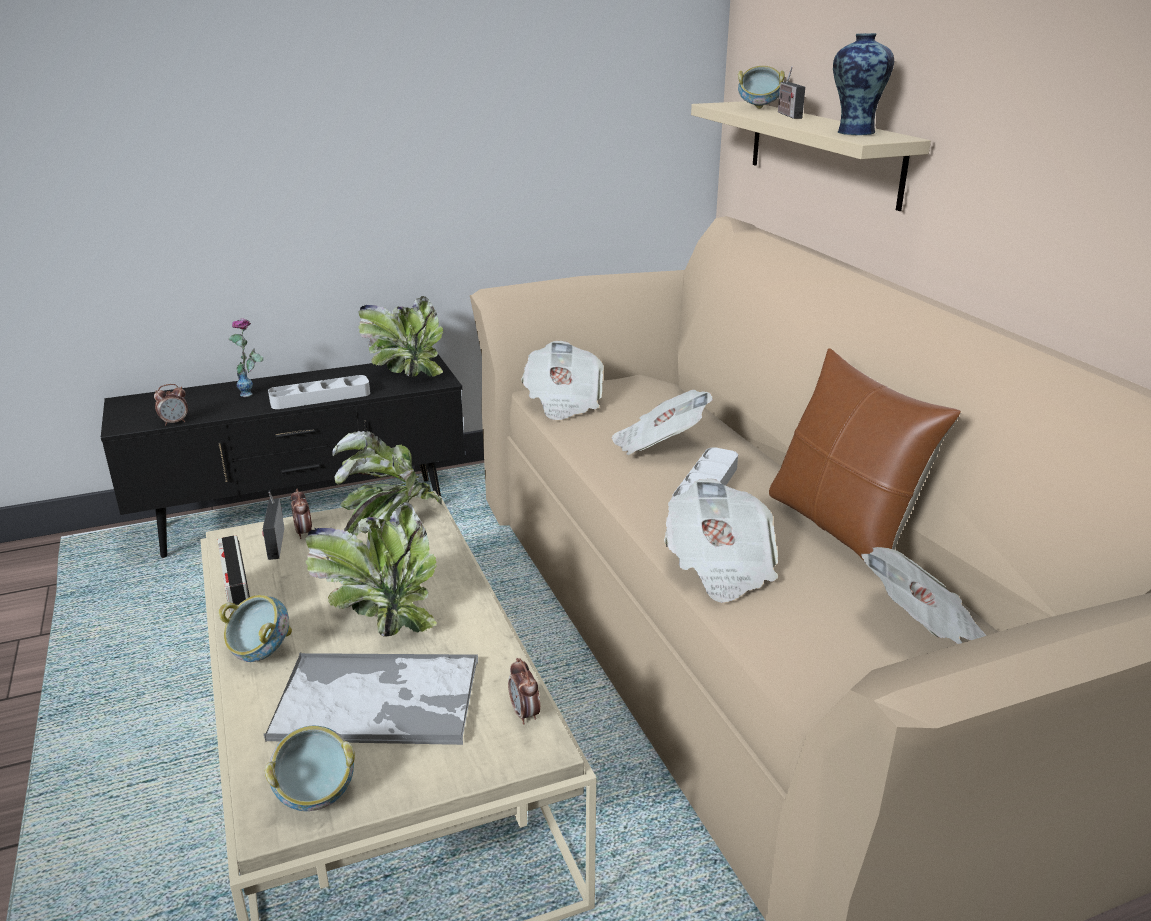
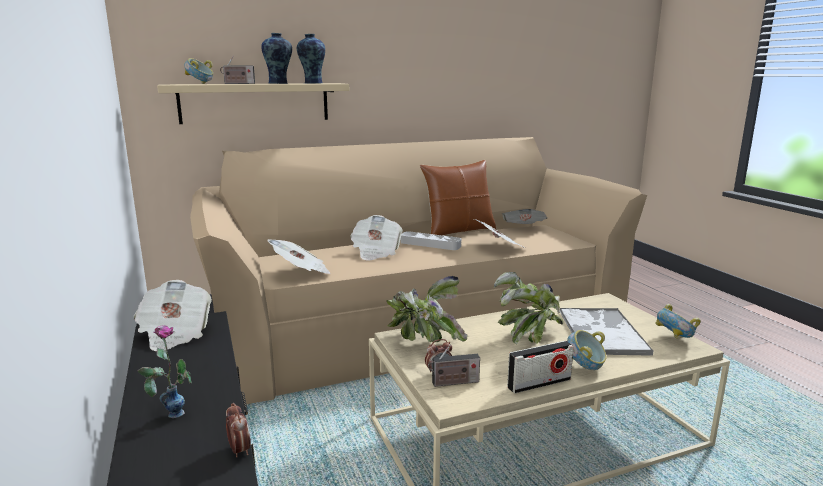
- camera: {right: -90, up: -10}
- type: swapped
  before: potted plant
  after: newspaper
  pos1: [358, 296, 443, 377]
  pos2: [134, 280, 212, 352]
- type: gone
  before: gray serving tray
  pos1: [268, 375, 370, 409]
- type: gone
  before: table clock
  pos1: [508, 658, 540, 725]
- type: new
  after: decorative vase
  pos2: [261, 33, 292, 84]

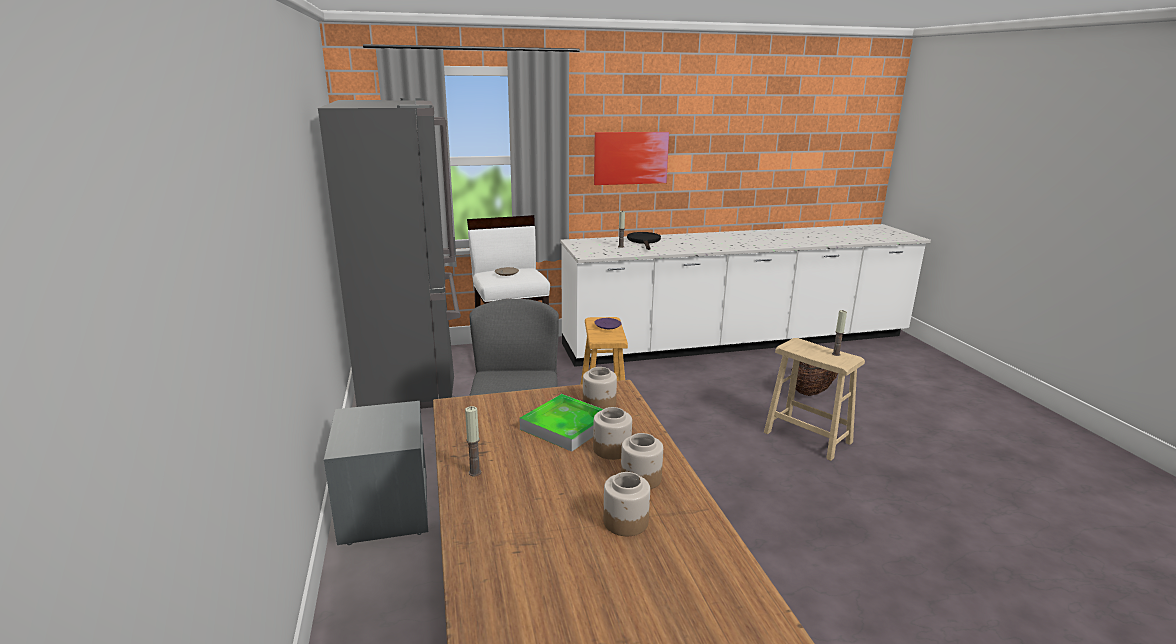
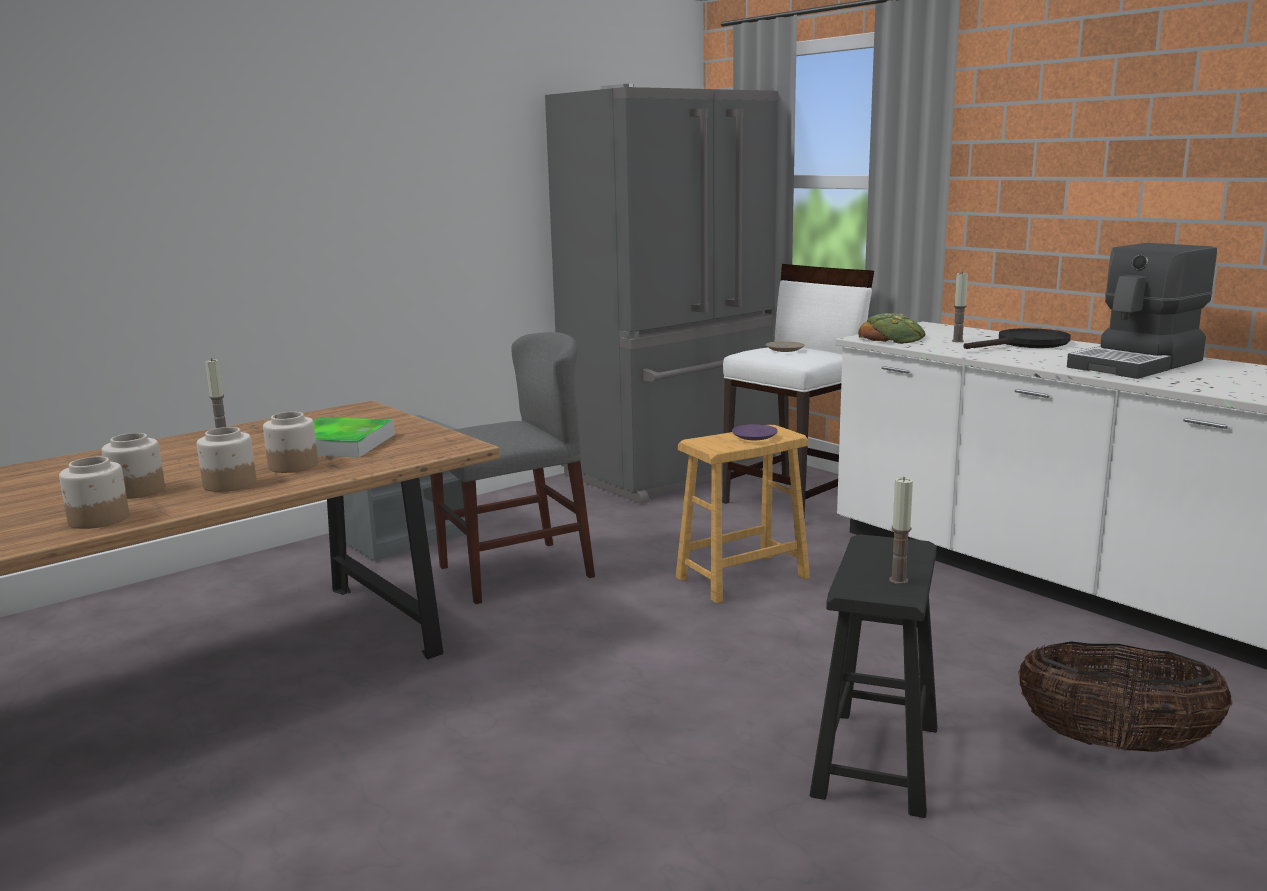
- camera: {right: 65, up: -5}
- type: gone
  before: wall art
  pos1: [594, 132, 669, 185]
- type: repainted
  before: beige stool
  after: blackish stool
  pos1: [764, 338, 865, 461]
  pos2: [809, 534, 938, 818]
- type: shifted
  before: jar
  pos1: [583, 367, 617, 409]
  pos2: [59, 457, 129, 529]
- type: new
  after: coffee maker
  pos2: [1067, 243, 1217, 379]
- type: new
  after: baked bread
  pos2: [858, 313, 926, 344]

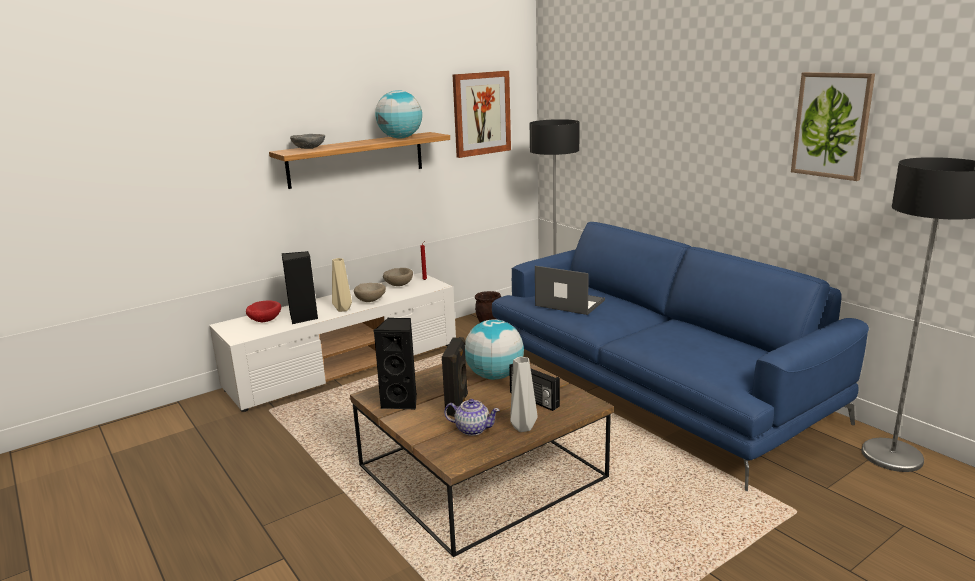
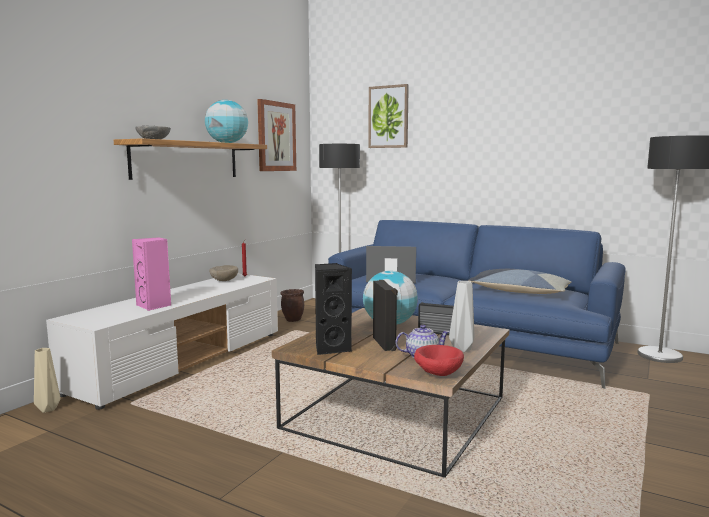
- camera: {right: -25, up: -10}
- type: shifted
  before: wall art
  pos1: [791, 72, 875, 181]
  pos2: [368, 84, 409, 148]
- type: repainted
  before: blackish audio speaker
  after: pinkish audio speaker
  pos1: [281, 251, 318, 324]
  pos2: [132, 237, 171, 311]
- type: shifted
  before: beige decorative vase
  pos1: [332, 258, 352, 312]
  pos2: [34, 348, 61, 413]
- type: gone
  before: beige serving bowl
  pos1: [354, 283, 386, 302]
- type: shifted
  before: red serving bowl
  pos1: [246, 301, 281, 322]
  pos2: [414, 345, 464, 376]
- type: new
  after: throw pillow
  pos2: [468, 269, 572, 294]

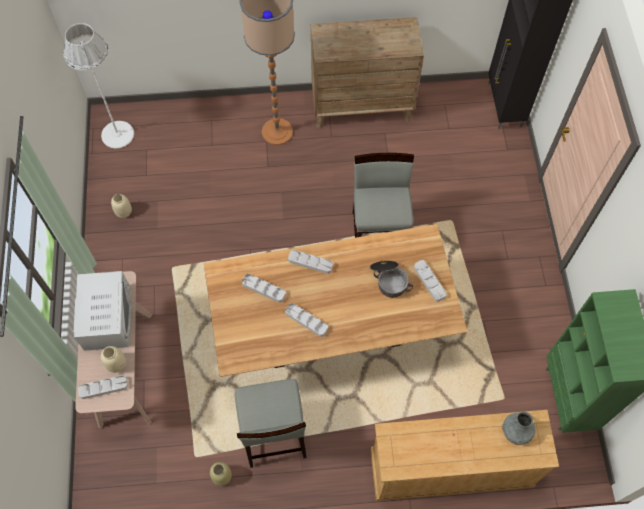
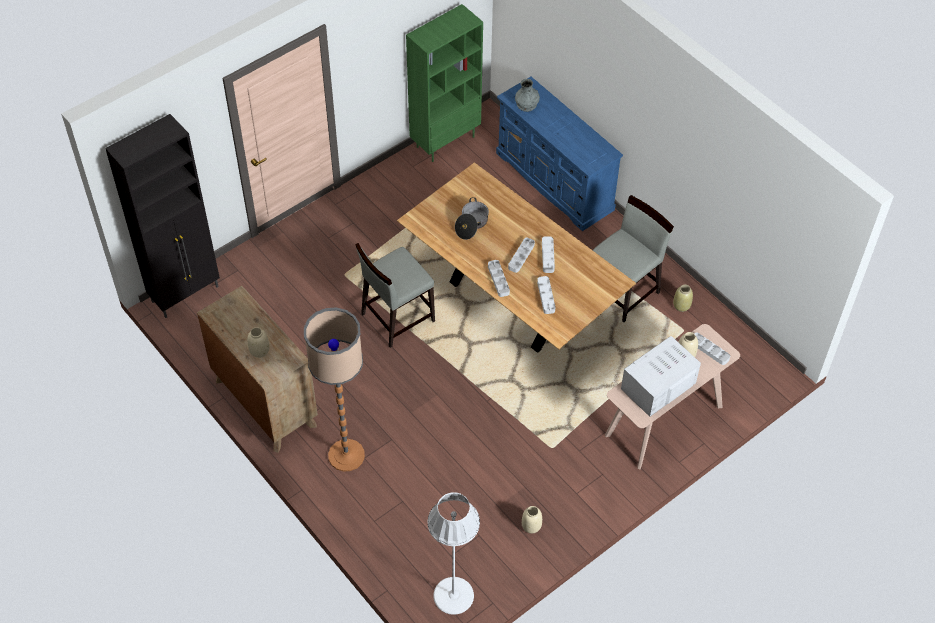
- camera: {right: -125, up: -10}
- type: shifted
  before: gray serving tray
  pos1: [414, 260, 446, 302]
  pos2: [508, 238, 535, 273]
- type: repainted
  before: beige dresser
  after: bluish dresser
  pos1: [370, 410, 559, 501]
  pos2: [496, 77, 623, 231]
- type: new
  after: beige decorative vase
  pos2: [247, 327, 269, 358]

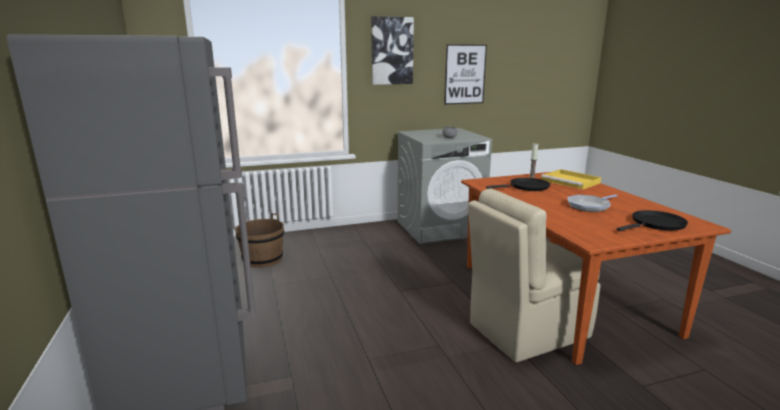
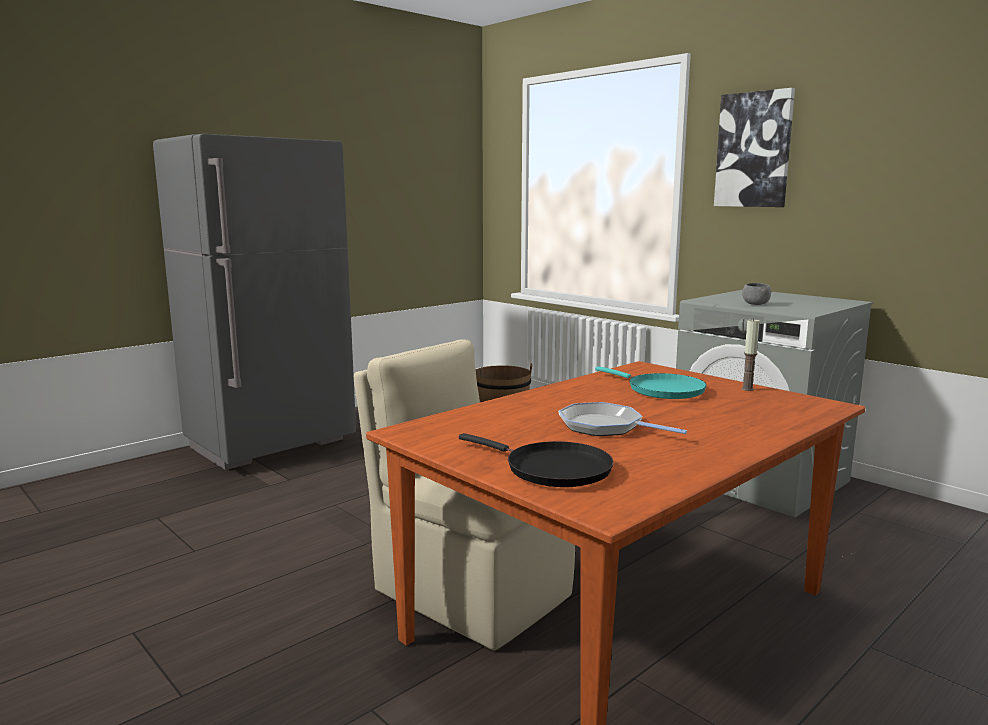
- camera: {right: 65, up: -5}
- type: gone
  before: wall art
  pos1: [444, 44, 487, 104]
- type: gone
  before: yellow-coloured serving tray
  pos1: [541, 169, 601, 190]
- type: repainted
  before: blackish pan
  after: turquoise-coloured pan
  pos1: [486, 178, 550, 191]
  pos2: [595, 366, 707, 399]

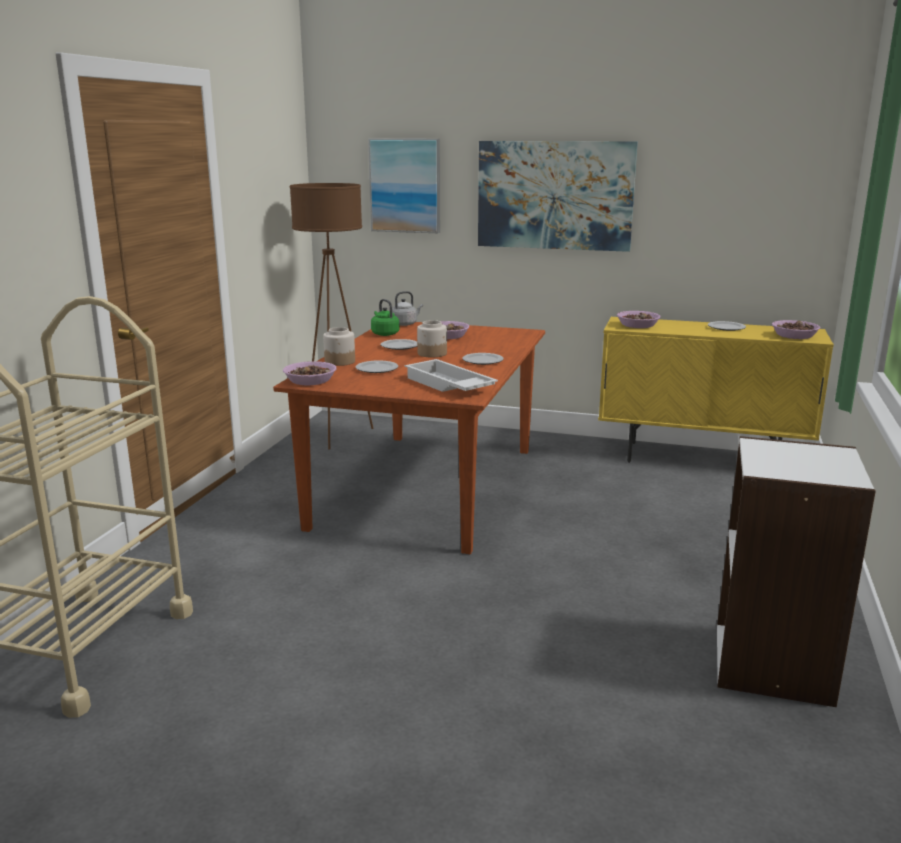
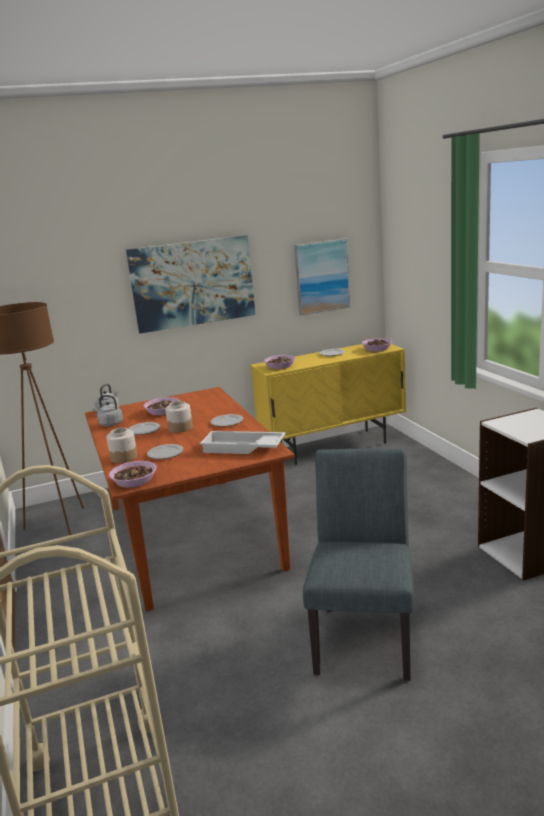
- camera: {right: -35, up: 0}
- type: shifted
  before: wall art
  pos1: [368, 138, 440, 233]
  pos2: [294, 238, 351, 315]
- type: repainted
  before: greenish water kettle
  after: gray water kettle
  pos1: [371, 299, 399, 336]
  pos2: [92, 395, 123, 426]
- type: new
  after: gray chair
  pos2: [303, 449, 414, 681]

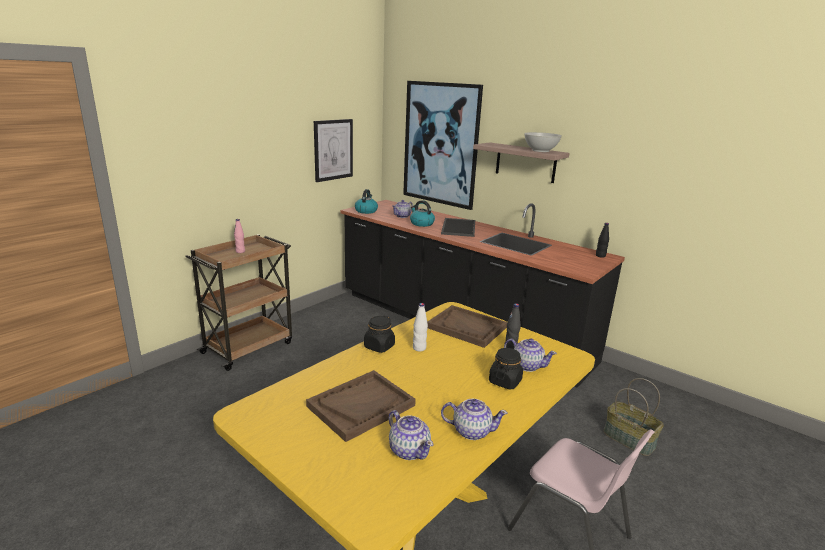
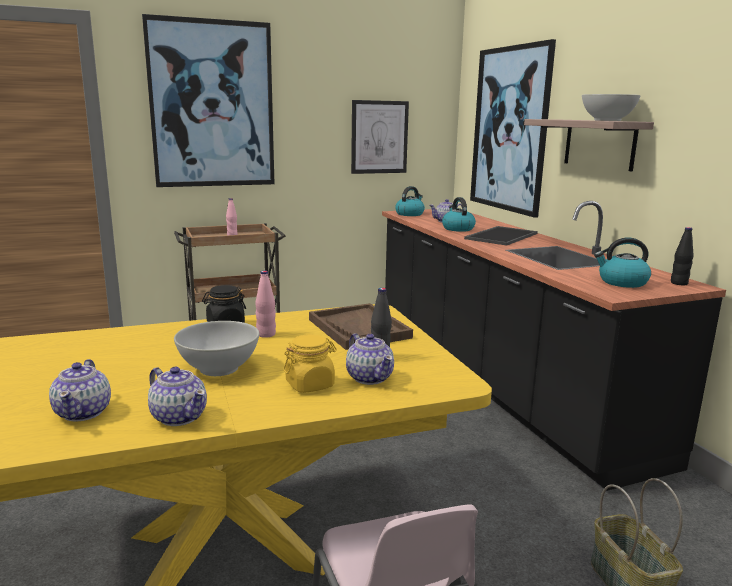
- camera: {right: 30, up: -5}
- type: repainted
  before: whitish bottle
  after: pinkish bottle
  pos1: [413, 303, 428, 351]
  pos2: [256, 271, 276, 338]
- type: repainted
  before: blackish jar
  after: yellow-coloured jar
  pos1: [489, 348, 523, 389]
  pos2: [283, 334, 337, 393]
- type: gone
  before: brownish serving tray
  pos1: [306, 370, 416, 442]
- type: new
  after: wall art
  pos2: [142, 14, 274, 187]
- type: new
  after: water kettle
  pos2: [594, 238, 651, 288]
- type: new
  after: whitish serving bowl
  pos2: [174, 321, 259, 376]

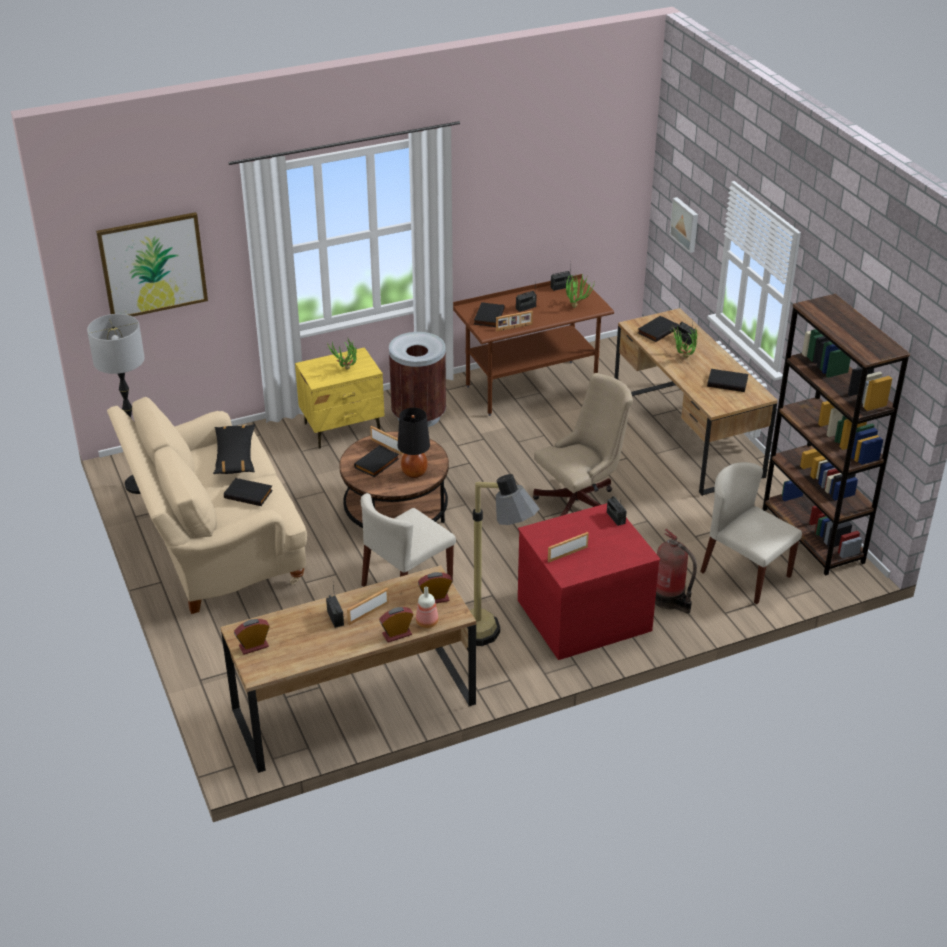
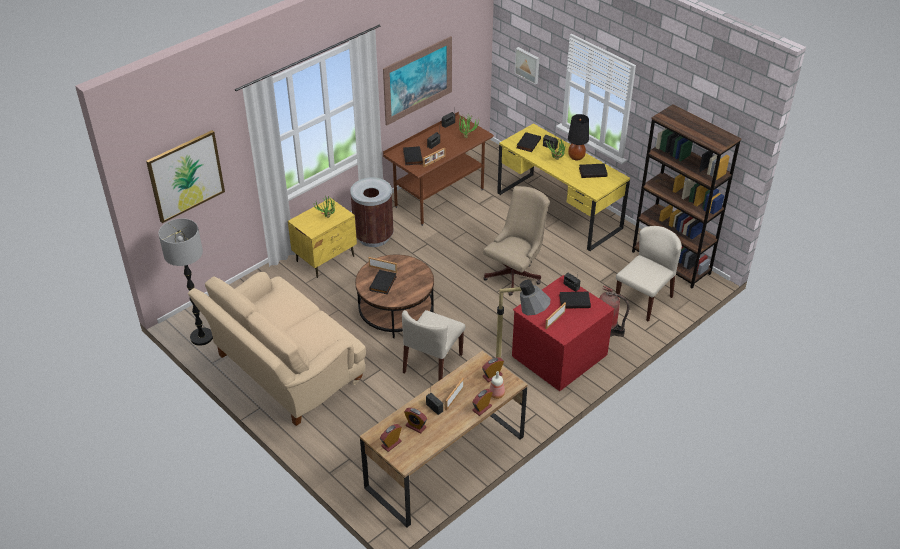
- camera: {right: -20, up: 5}
- type: repainted
  before: brownish desk
  after: yellow-coloured desk
  pos1: [615, 308, 778, 496]
  pos2: [497, 123, 630, 251]
- type: shifted
  before: blackish lamp for a table
  pos1: [398, 408, 430, 478]
  pos2: [568, 114, 589, 160]
- type: gone
  before: blackish throw pillow
  pos1: [213, 424, 255, 474]
- type: rotated
  before: beige chair
  pos1: [700, 462, 802, 604]
  pos2: [616, 226, 682, 321]
  turn: 105
- type: shifted
  before: blackish volume
  pos1: [224, 478, 273, 506]
  pos2: [559, 292, 591, 309]
- type: new
  after: wall art
  pos2: [383, 36, 452, 126]
- type: new
  after: table clock
  pos2: [404, 408, 427, 433]

